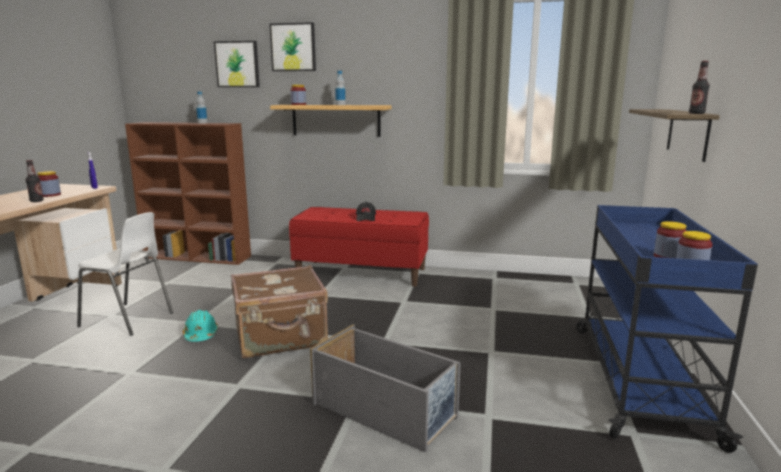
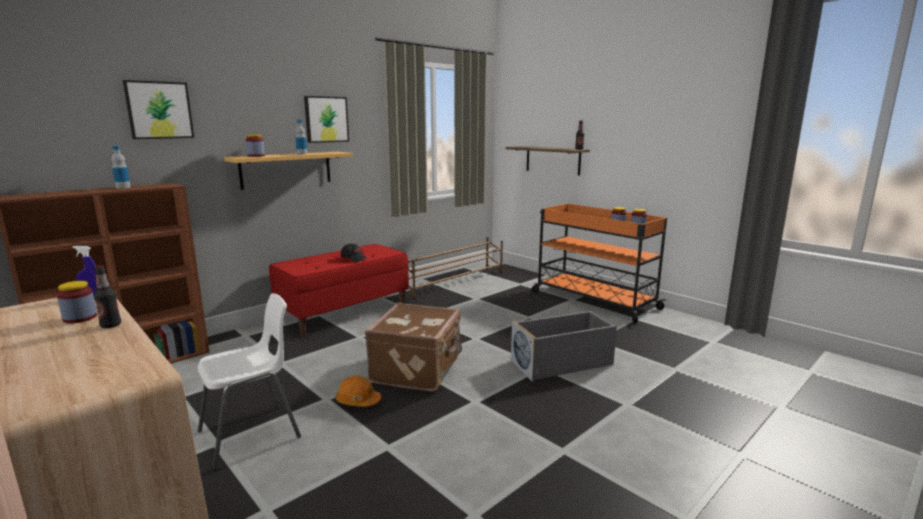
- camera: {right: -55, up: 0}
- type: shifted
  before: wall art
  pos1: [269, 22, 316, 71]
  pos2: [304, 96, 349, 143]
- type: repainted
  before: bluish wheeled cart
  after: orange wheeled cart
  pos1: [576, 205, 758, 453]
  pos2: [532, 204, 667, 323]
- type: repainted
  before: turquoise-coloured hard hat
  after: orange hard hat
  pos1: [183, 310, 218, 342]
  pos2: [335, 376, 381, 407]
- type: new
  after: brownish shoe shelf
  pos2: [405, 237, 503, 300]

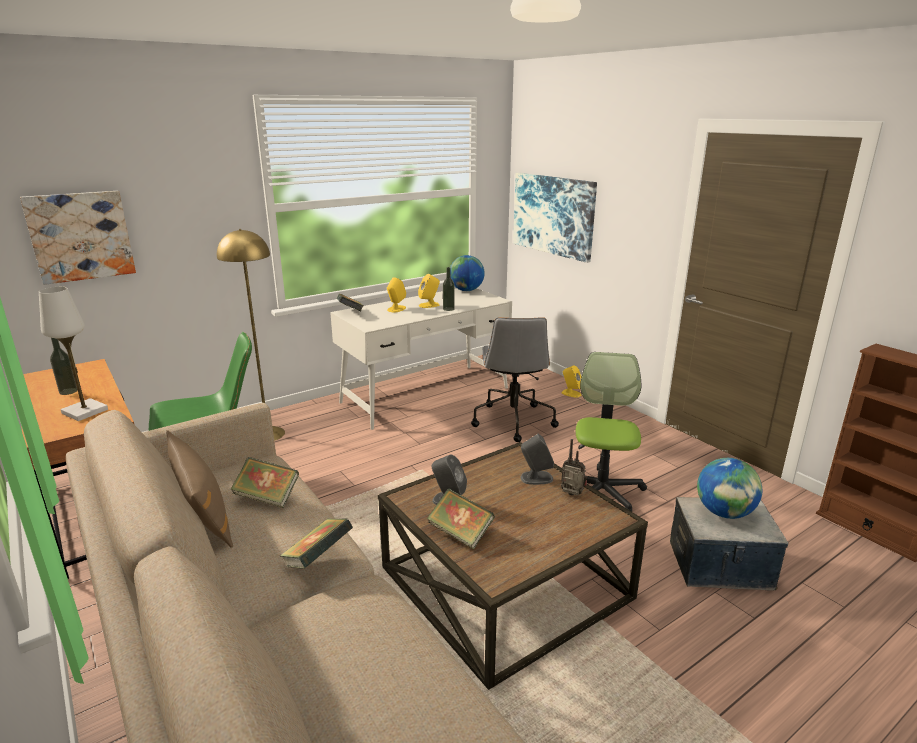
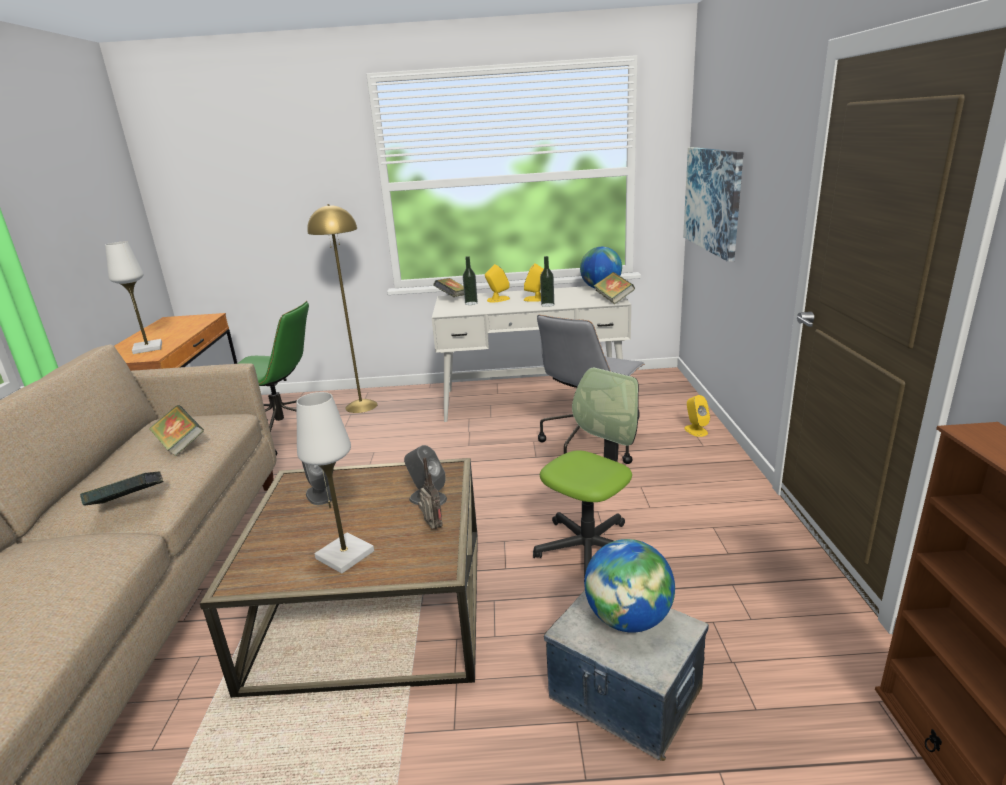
- camera: {right: 35, up: 0}
- type: gone
  before: wall art
  pos1: [20, 191, 136, 285]
- type: shifted
  before: bottle
  pos1: [50, 338, 78, 395]
  pos2: [463, 256, 478, 305]
- type: gone
  before: brownish throw pillow
  pos1: [166, 430, 233, 548]
- type: shifted
  before: volume
  pos1: [427, 489, 495, 550]
  pos2: [594, 272, 635, 304]
- type: new
  after: whitish lamp for a table
  pos2: [297, 392, 374, 574]

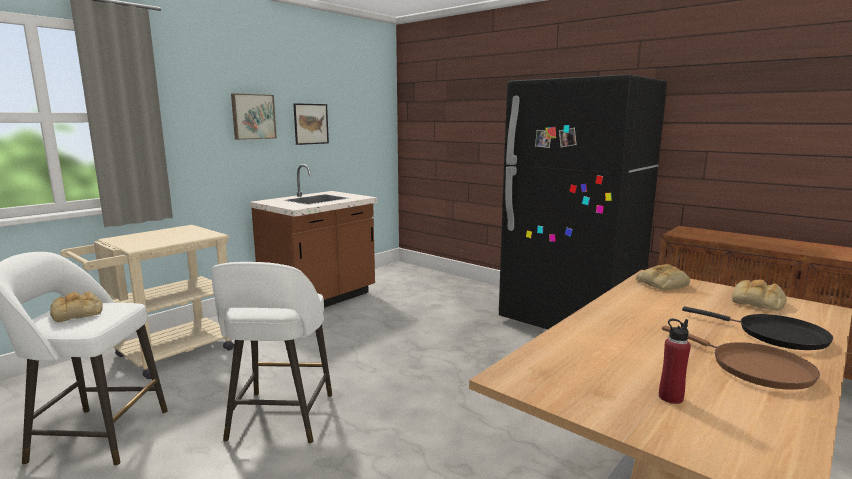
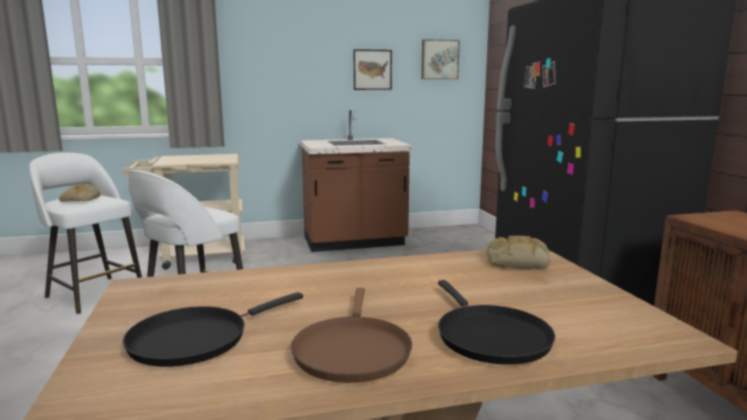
- camera: {right: 35, up: 0}
- type: shifted
  before: wall art
  pos1: [231, 93, 277, 140]
  pos2: [421, 39, 460, 79]
- type: gone
  before: baked bread
  pos1: [732, 280, 787, 311]
- type: swapped
  before: red bottle
  after: blackish pan
  pos1: [659, 319, 691, 404]
  pos2: [123, 292, 303, 367]

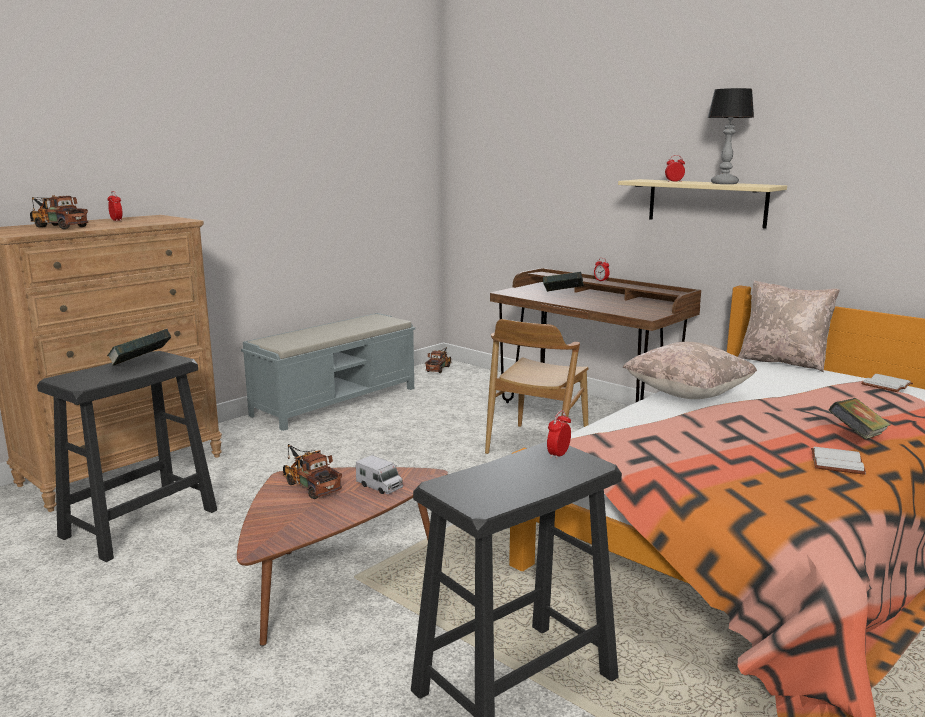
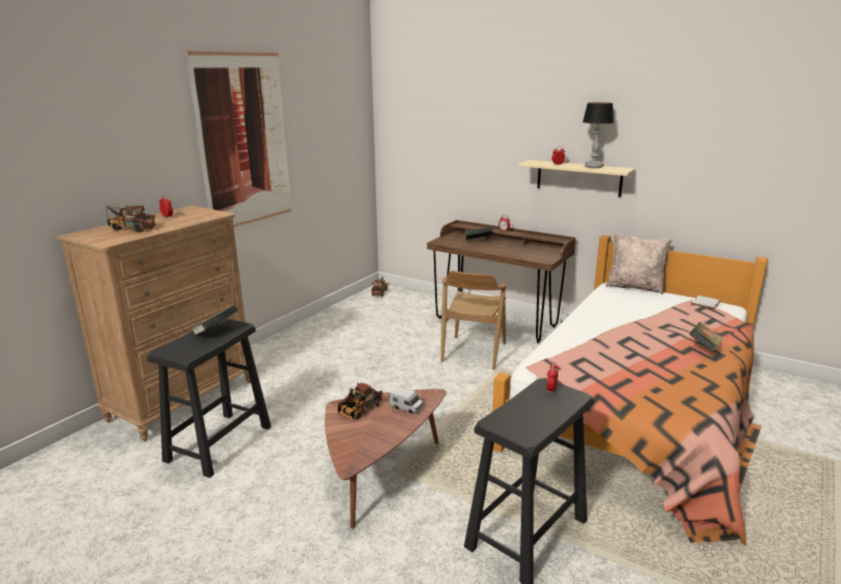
- camera: {right: -10, up: 5}
- type: gone
  before: gray indoor bench
  pos1: [241, 313, 415, 431]
- type: gone
  before: beige throw pillow
  pos1: [622, 342, 757, 399]
- type: rotated
  before: toy truck
  pos1: [283, 444, 342, 499]
  pos2: [338, 383, 383, 420]
  turn: -90
- type: gone
  before: whitish volume
  pos1: [811, 447, 866, 475]
- type: new
  after: wall art
  pos2: [186, 51, 292, 227]

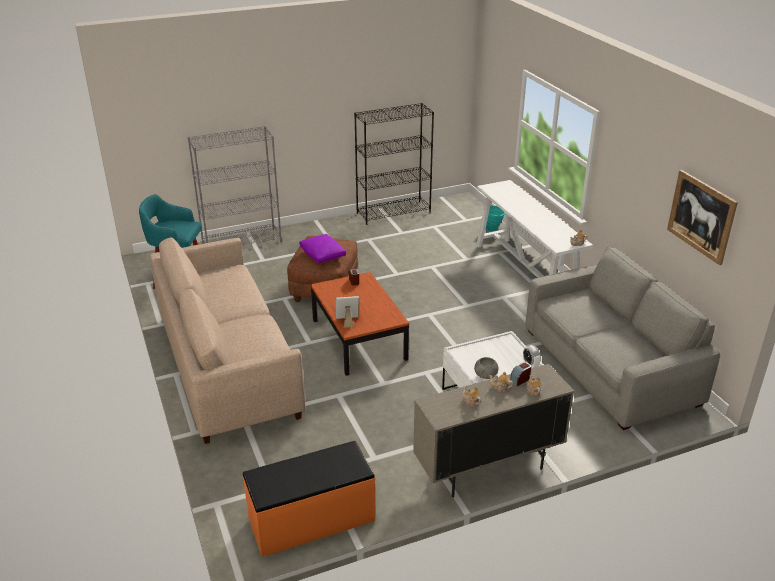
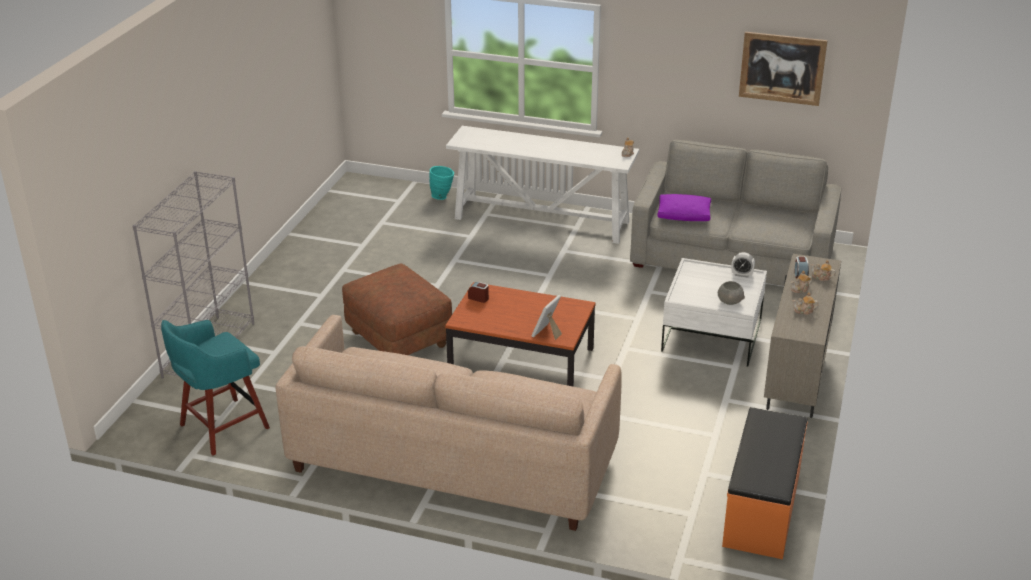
- camera: {right: -50, up: 0}
- type: gone
  before: blackish bookshelf
  pos1: [354, 103, 434, 225]
- type: shifted
  before: purple throw pillow
  pos1: [299, 234, 346, 263]
  pos2: [657, 194, 711, 221]

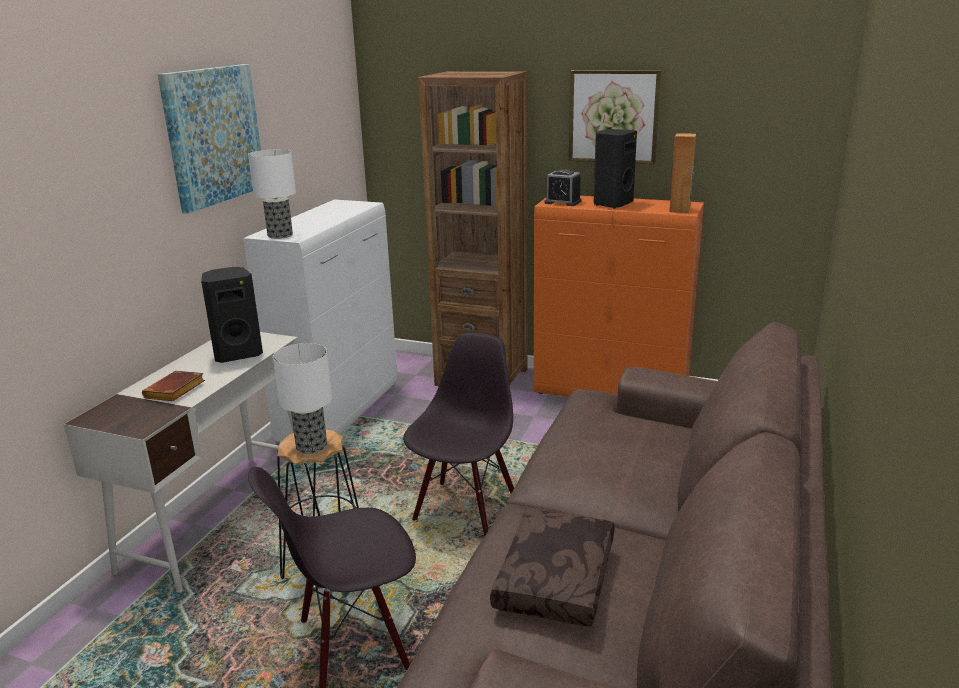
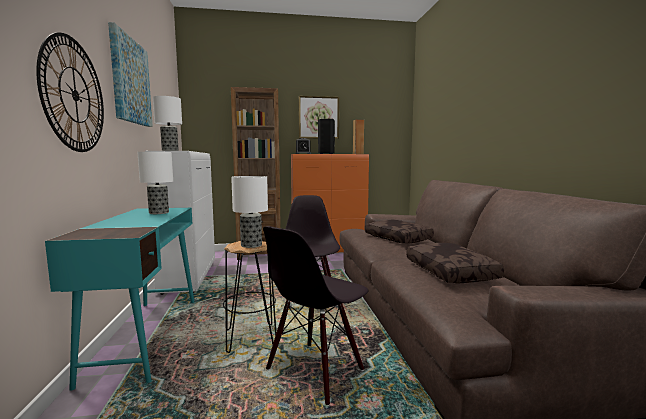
- camera: {right: -30, up: -15}
- type: swapped
  before: blackish audio speaker
  after: lamp for a table
  pos1: [201, 267, 263, 363]
  pos2: [137, 152, 173, 214]
- type: repainted
  before: whitish desk
  after: turquoise-coloured desk
  pos1: [64, 332, 309, 593]
  pos2: [45, 208, 194, 391]
- type: gone
  before: brownish volume
  pos1: [142, 371, 205, 401]
- type: new
  after: hanging clock
  pos2: [36, 32, 104, 152]
- type: new
  after: brownish throw pillow
  pos2: [365, 220, 434, 244]

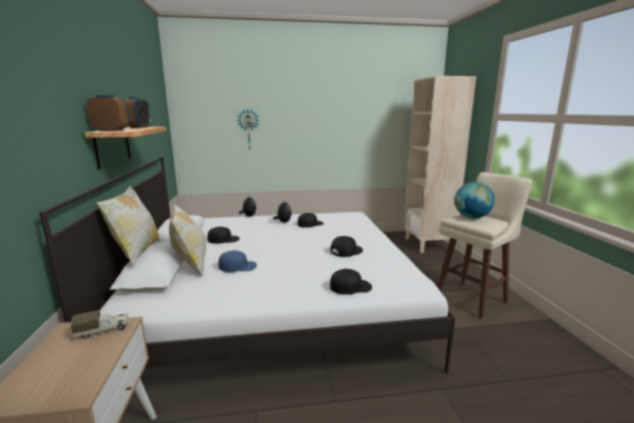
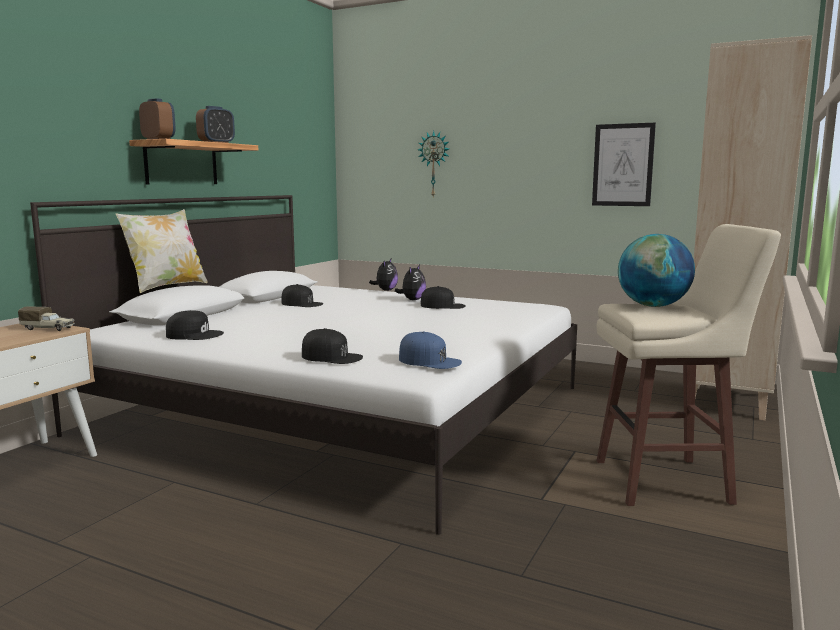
- camera: {right: 35, up: -5}
- type: gone
  before: throw pillow
  pos1: [169, 204, 206, 276]
- type: shifted
  before: blackish cap
  pos1: [330, 236, 363, 257]
  pos2: [166, 310, 224, 340]
- type: shifted
  before: bluish cap
  pos1: [219, 250, 257, 272]
  pos2: [399, 331, 462, 369]
- type: new
  after: wall art
  pos2: [592, 123, 656, 206]

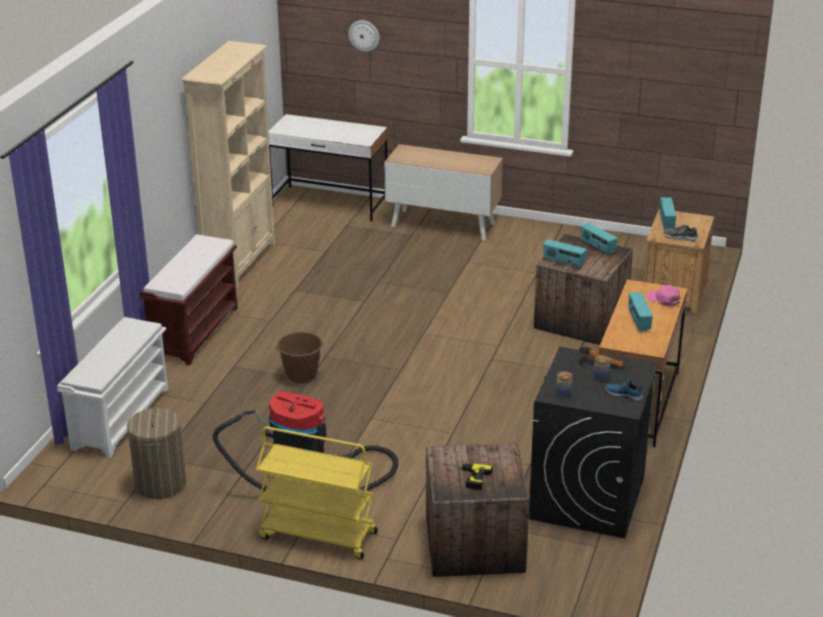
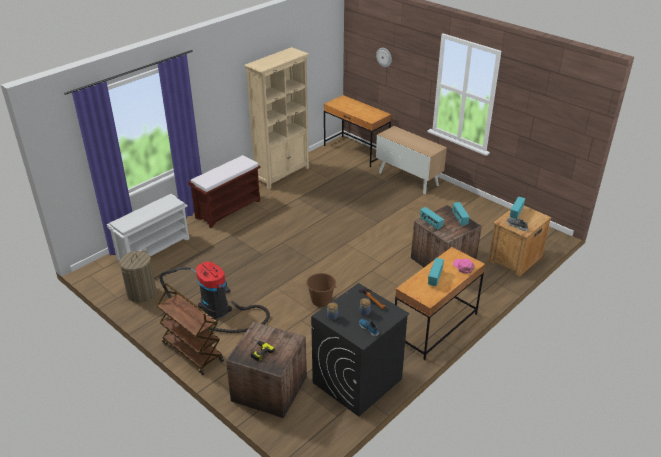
- camera: {right: 25, up: 5}
- type: repainted
  before: whitish desk
  after: brownish desk
  pos1: [268, 114, 388, 221]
  pos2: [324, 95, 391, 167]
- type: shifted
  before: brownish pail
  pos1: [276, 332, 324, 384]
  pos2: [306, 273, 337, 307]
- type: repainted
  before: yellow-coloured wheeled cart
  after: brownish wheeled cart
  pos1: [256, 427, 378, 560]
  pos2: [156, 283, 224, 375]

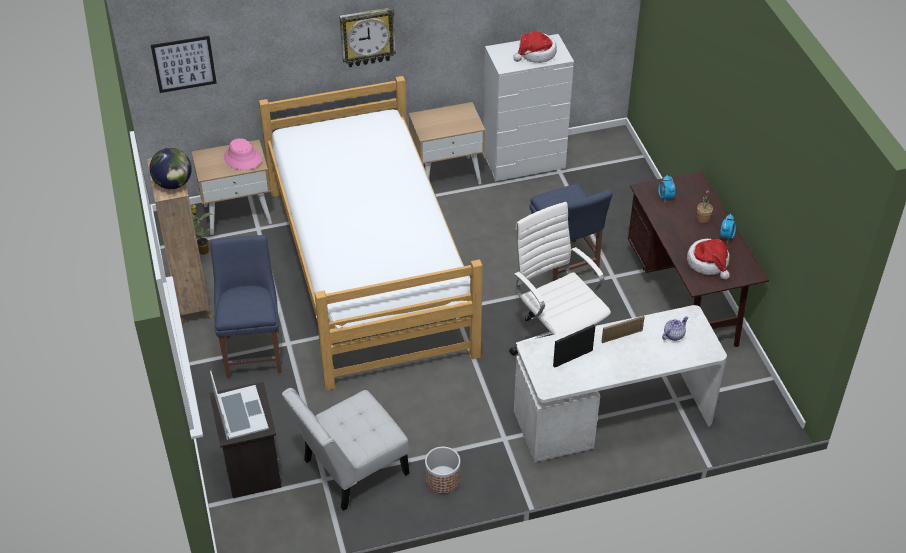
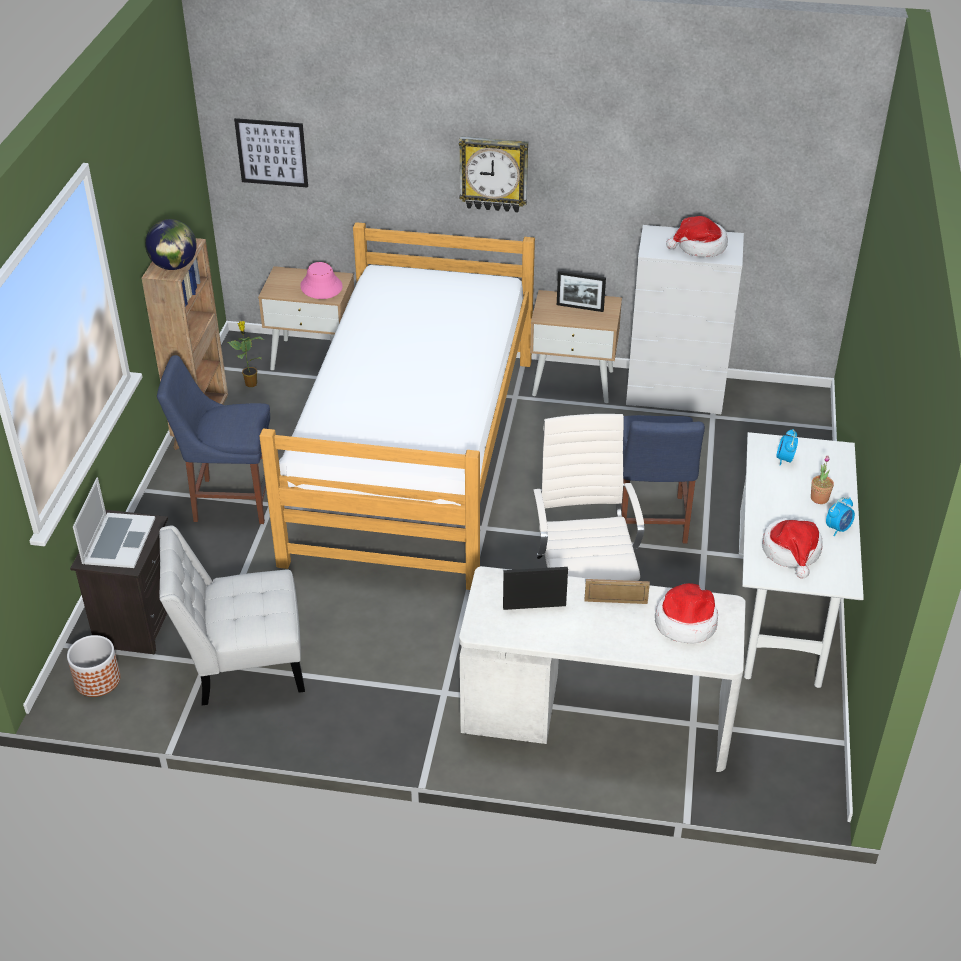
- camera: {right: 25, up: -5}
- type: repainted
  before: brownish desk
  after: whitish desk
  pos1: [628, 171, 769, 347]
  pos2: [739, 432, 864, 688]
- type: rotated
  before: bluish chair
  pos1: [210, 235, 282, 378]
  pos2: [157, 355, 270, 524]
  turn: -105
- type: swapped
  before: pot for tea
  after: wearable hat
  pos1: [662, 316, 688, 341]
  pos2: [655, 583, 718, 643]
- type: shifted
  before: plant pot
  pos1: [425, 447, 460, 494]
  pos2: [67, 635, 121, 697]
- type: new
  after: photo frame
  pos2: [557, 271, 606, 312]

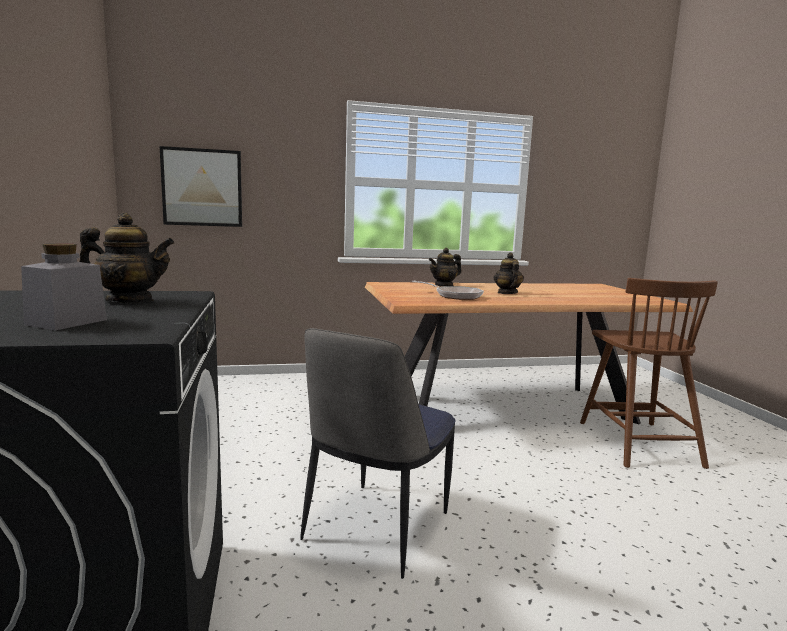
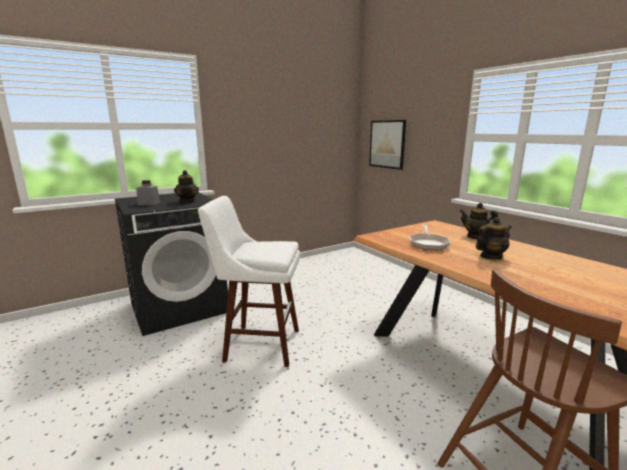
- camera: {right: 70, up: 5}
- type: swapped
  before: chair
  after: whitish stool
  pos1: [300, 328, 456, 579]
  pos2: [198, 196, 300, 367]

